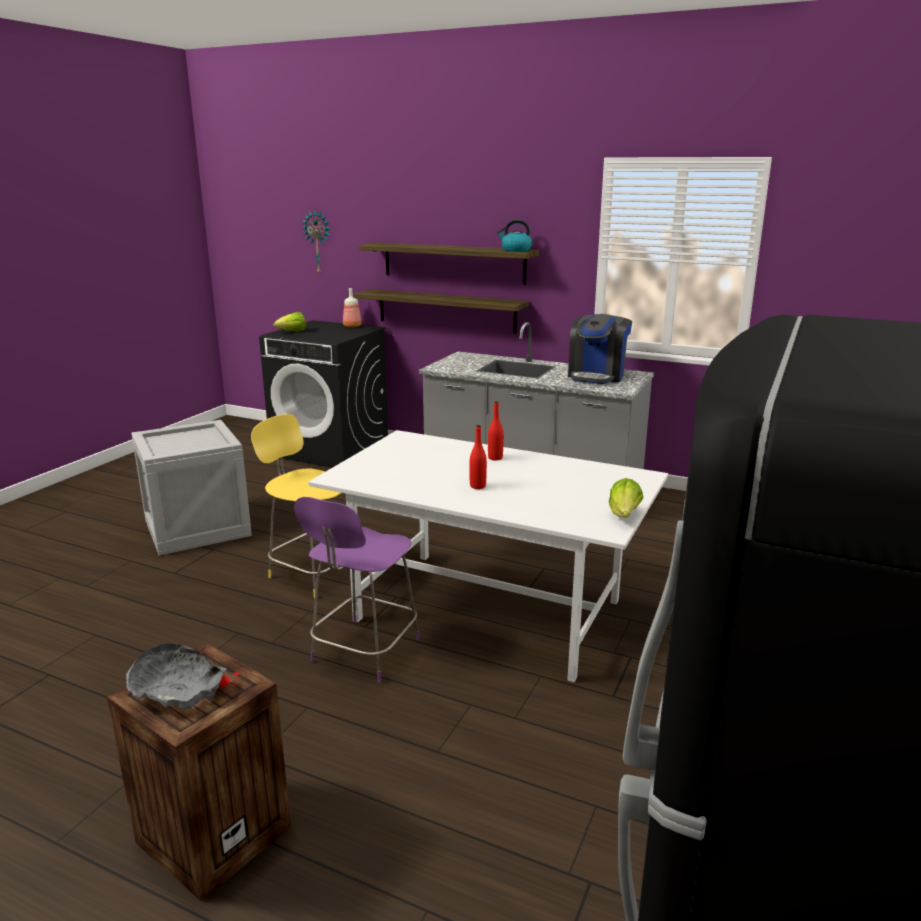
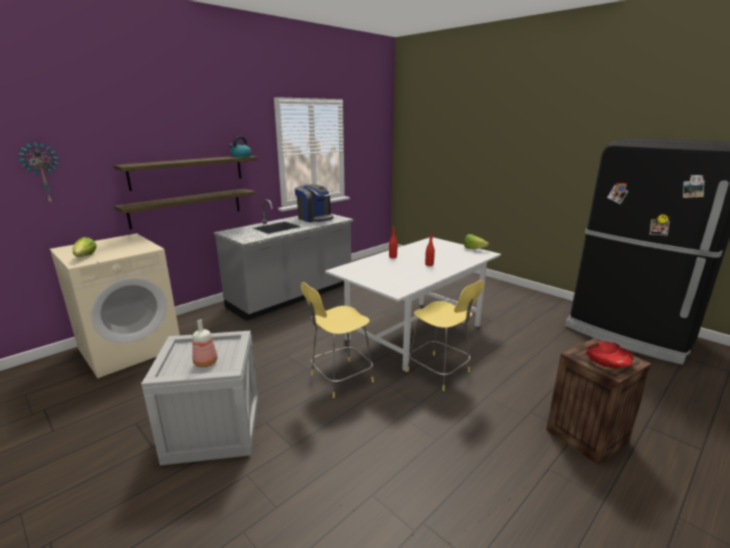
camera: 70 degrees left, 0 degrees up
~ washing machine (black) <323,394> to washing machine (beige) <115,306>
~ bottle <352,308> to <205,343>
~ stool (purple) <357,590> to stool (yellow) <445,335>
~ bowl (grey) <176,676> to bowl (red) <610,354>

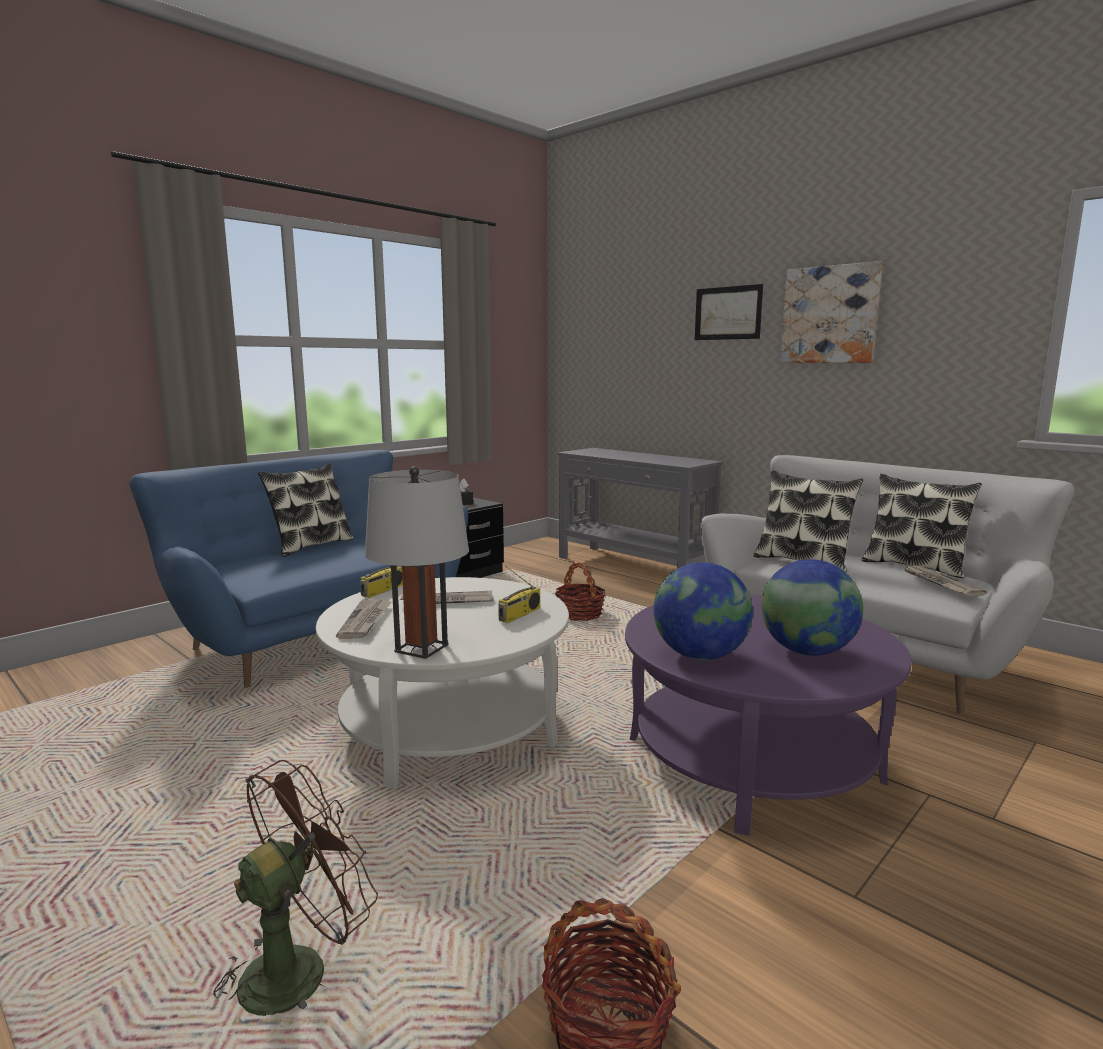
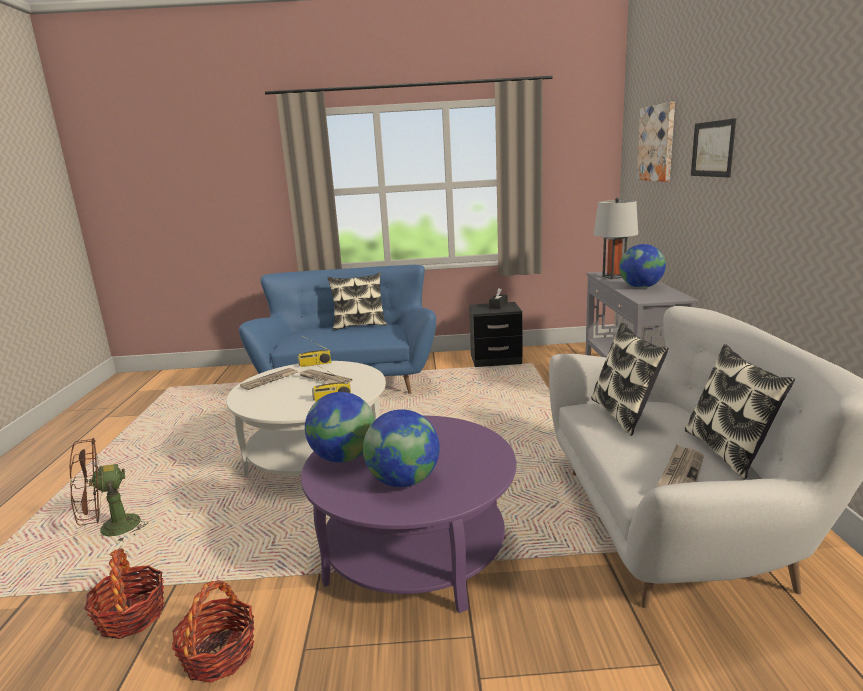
camera: 45 degrees right, 5 degrees up
~ fan (brown) <292,888> = <109,490> 150 degrees clockwise
~ basket <580,591> to <213,631>
~ table lamp (grey) <417,562> to <615,238>
+ globe <642,266>
~ picture <832,312> to <656,142>

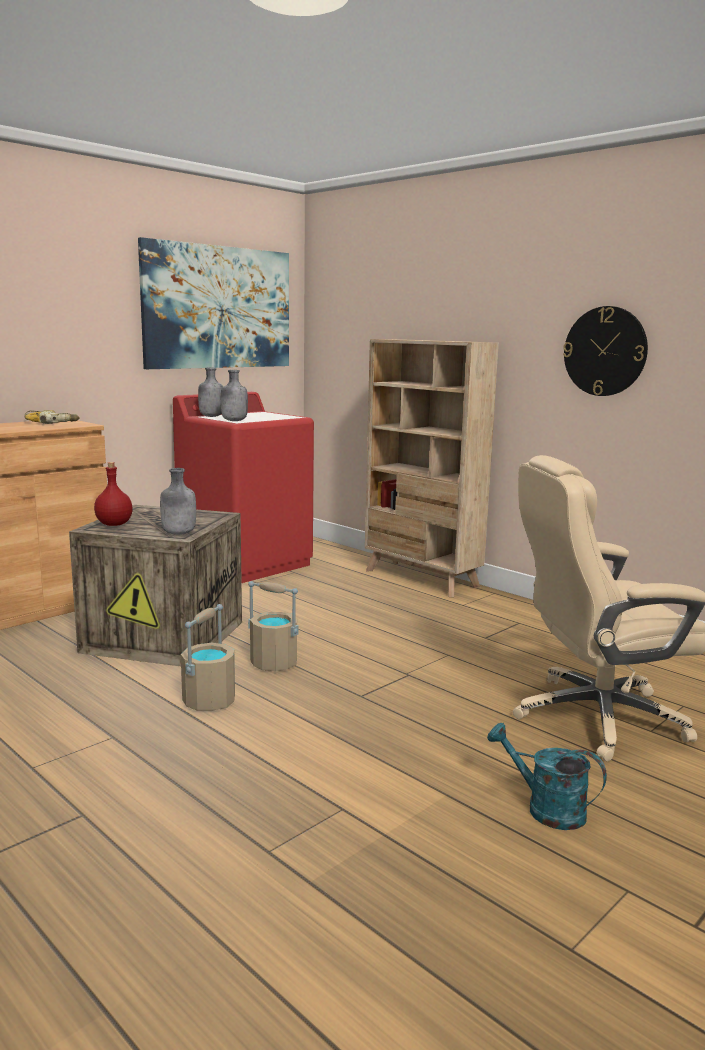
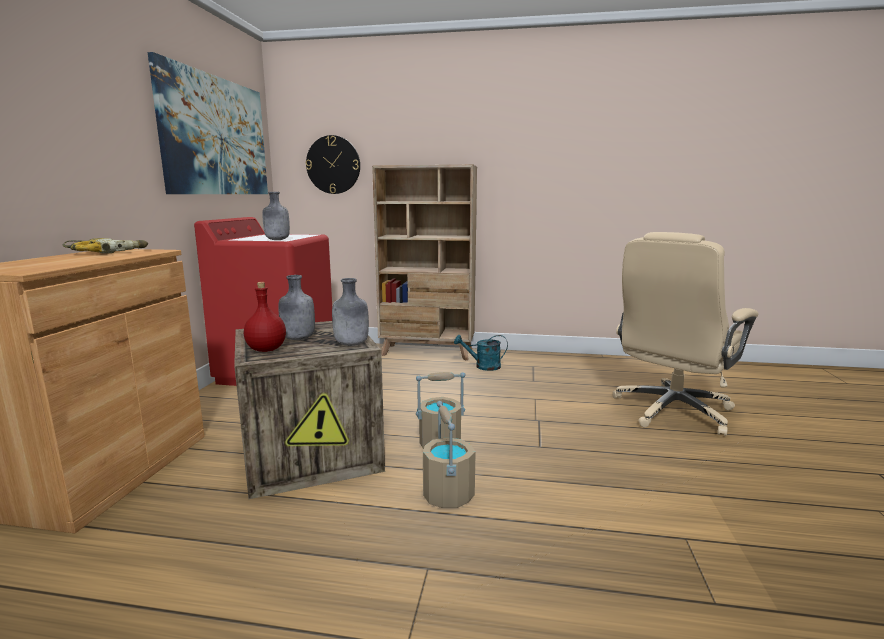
camera: 35 degrees left, 0 degrees up
~ bottle (grey) <210,392> to <296,307>
~ wall clock <605,351> to <333,164>
~ watering can (turquoise) <547,776> to <481,353>

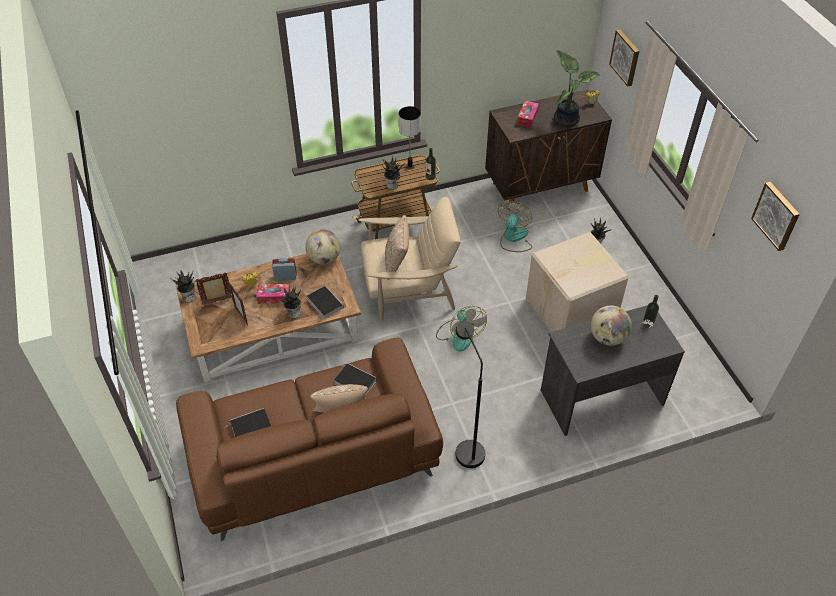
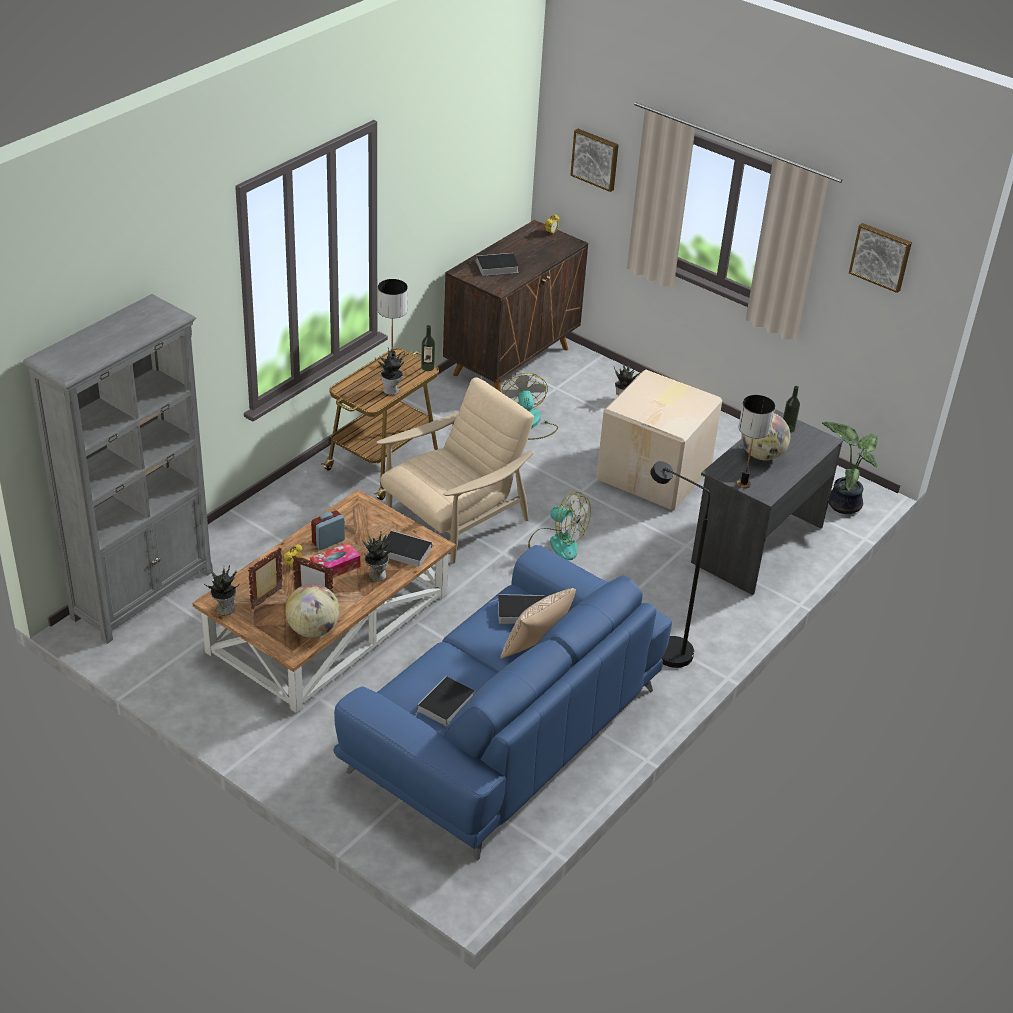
camera: 35 degrees left, 10 degrees down
+ bookcase (grey) <118,469>
~ globe <323,246> to <312,611>
~ sofa (brown) <309,439> to sofa (blue) <502,703>
~ tissue box <528,114> to book <497,264>
+ table lamp <756,442>
~ potted plant <576,88> to <849,468>
- pillow <397,248>

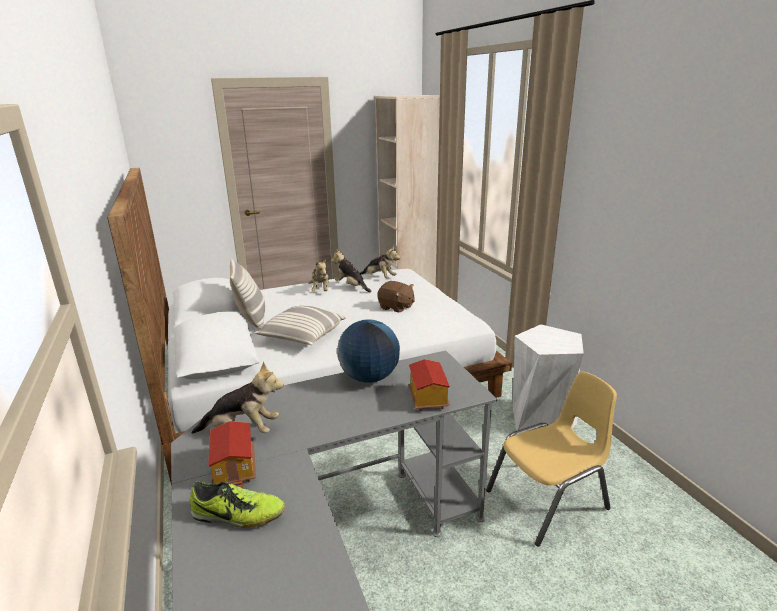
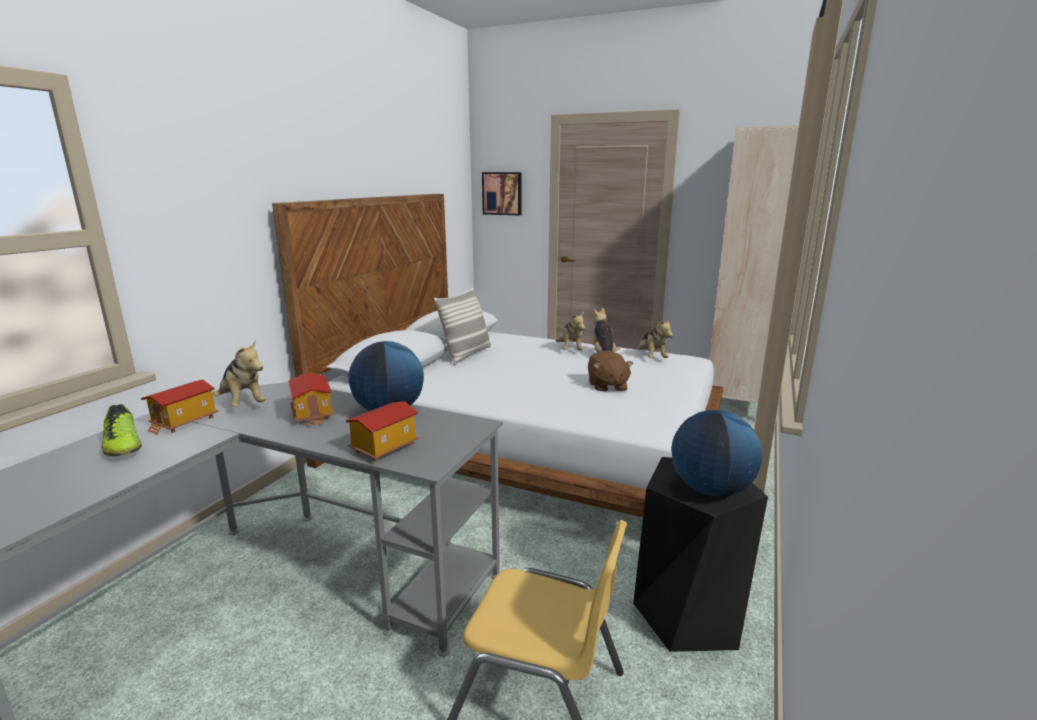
camera: 45 degrees right, 5 degrees down
+ toy house <311,399>
+ picture <502,193>
~ plush toy <318,275> = <570,330> 45 degrees counterclockwise
~ stool (white) <548,377> to stool (black) <700,554>
+ globe <717,453>
- pillow <300,325>

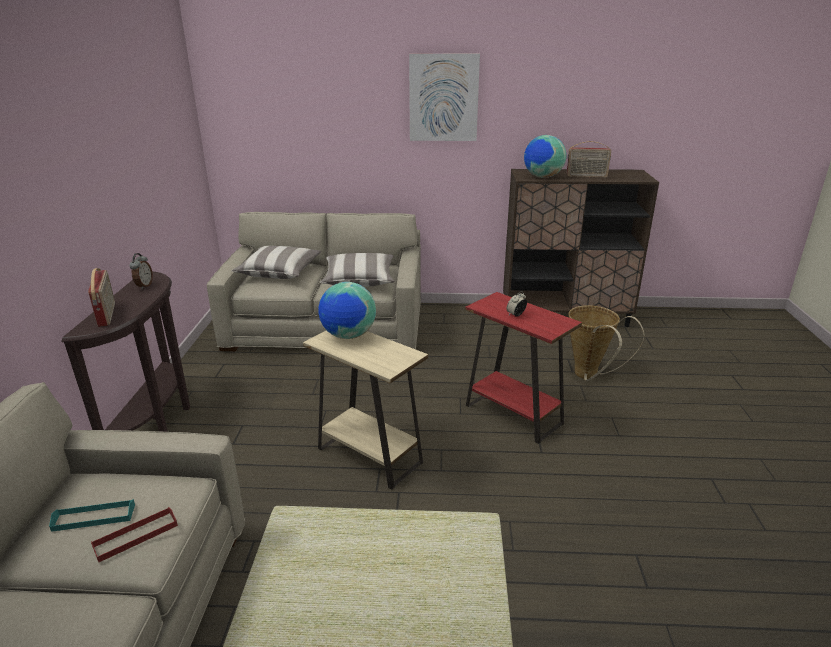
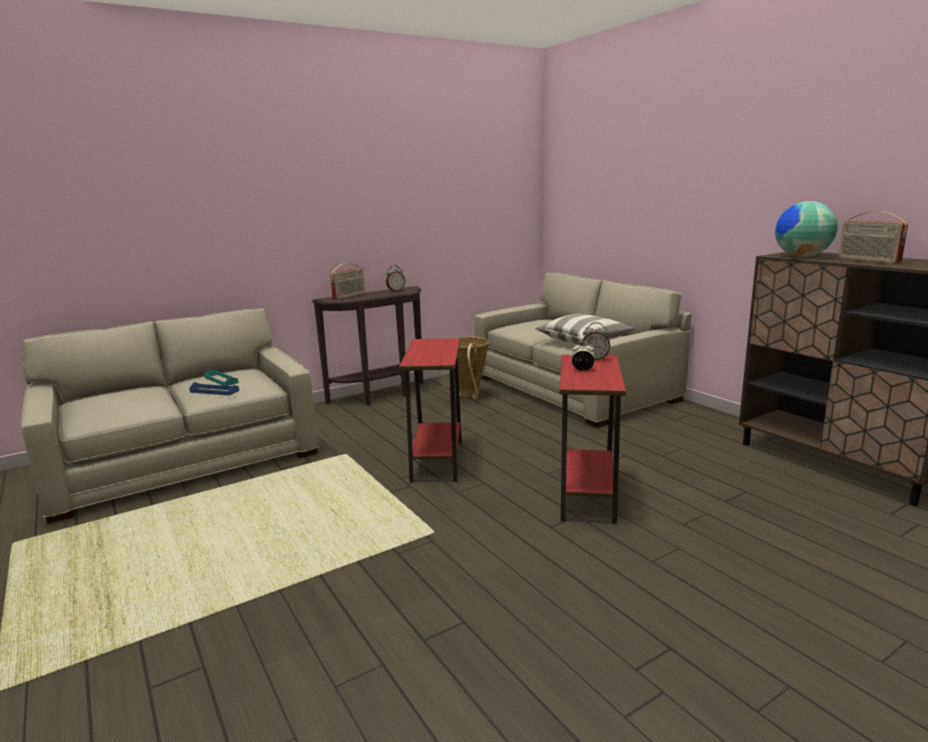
camera: 55 degrees right, 10 degrees down
~ tray (red) <134,534> to tray (blue) <214,389>
~ side table (beige) <365,410> to side table (red) <430,410>
~ basket <606,343> to <464,368>
+ alarm clock <595,341>
- pillow <276,262>
- globe <347,310>
- picture <444,97>

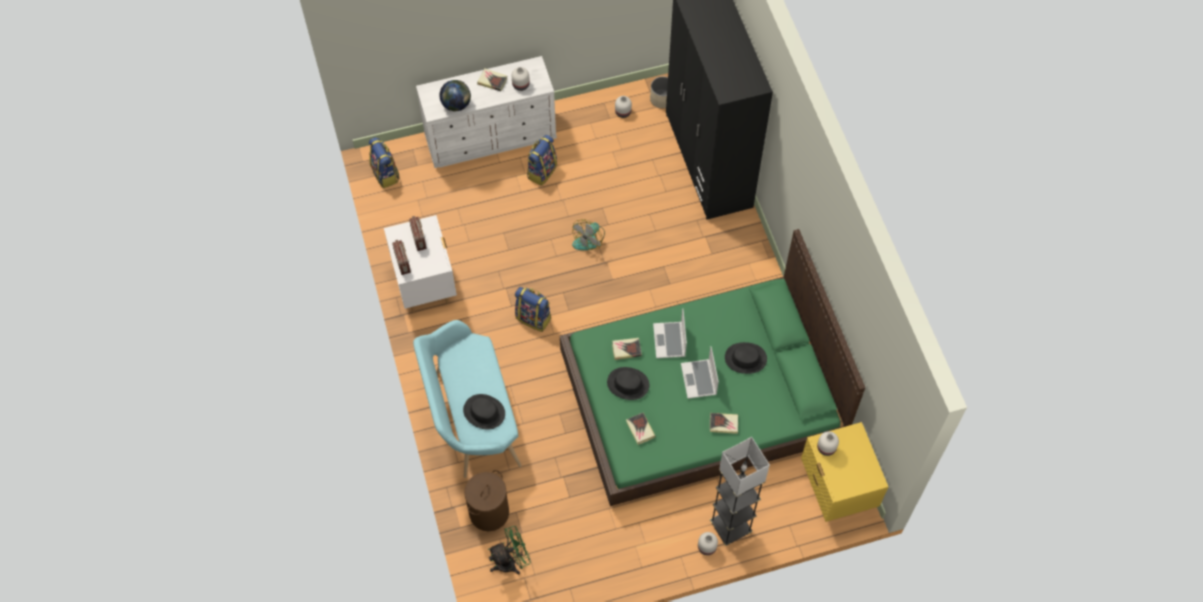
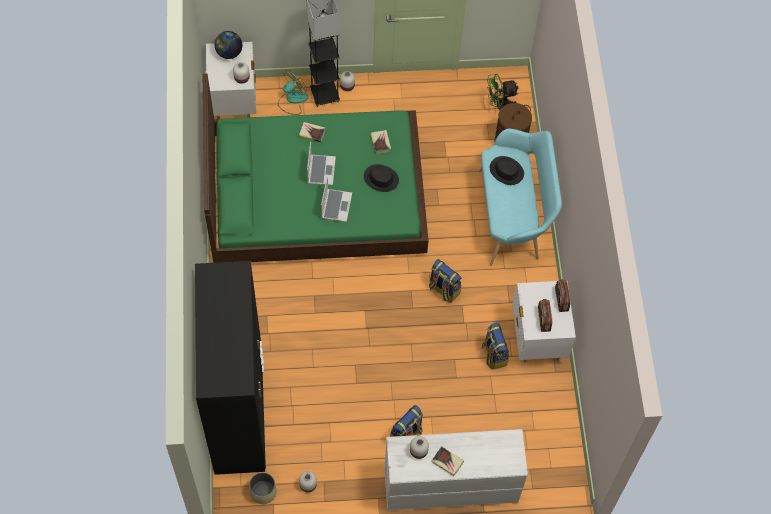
camera: 170 degrees left, 0 degrees up
~ nightstand (yellow) <844,472> to nightstand (white) <231,80>
~ globe <455,95> to <228,45>
~ fan <588,234> to <293,92>
~ backpack <384,162> to <495,346>
- book <627,349>
- hat (black) <746,358>

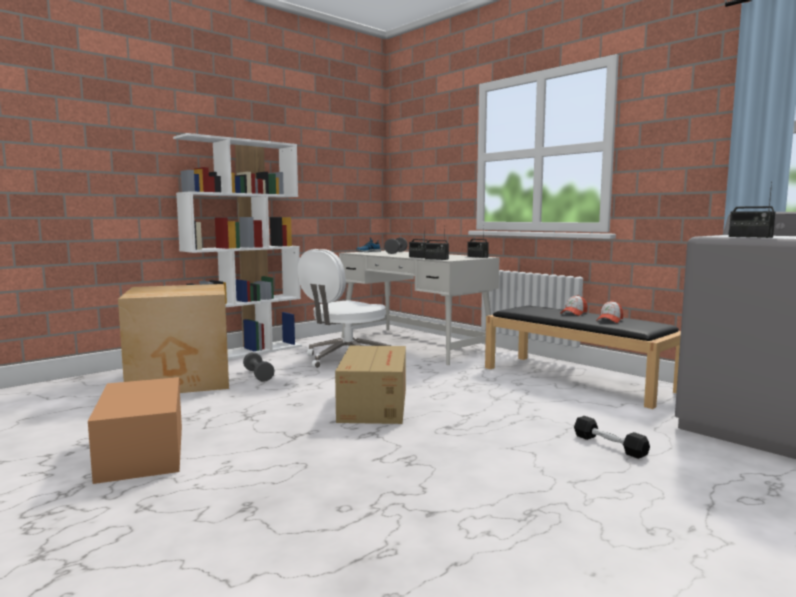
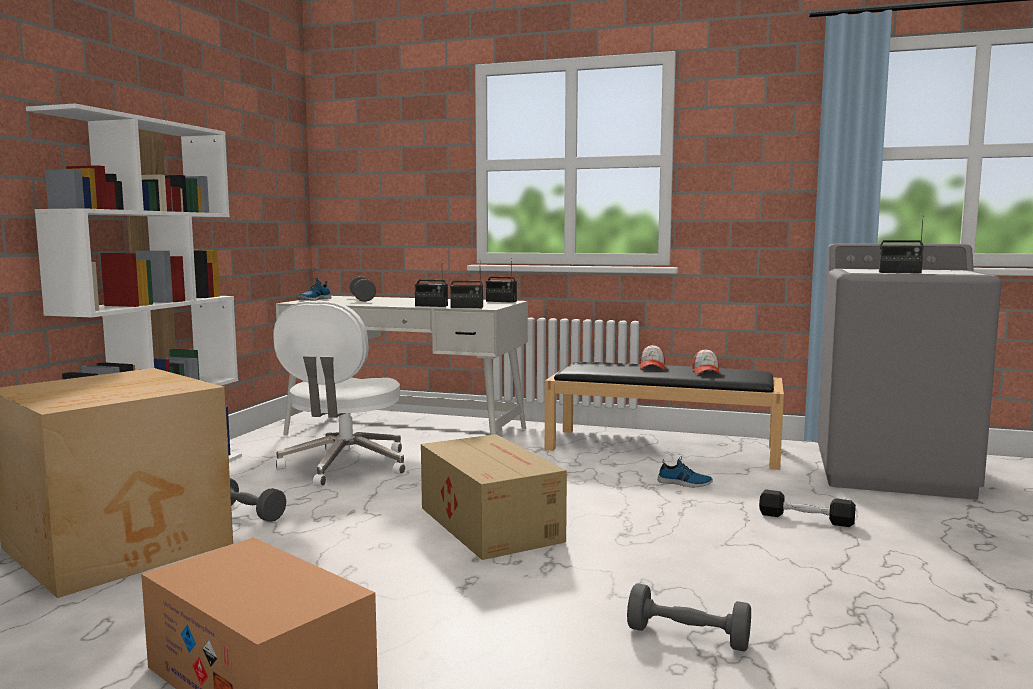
camera: 30 degrees left, 0 degrees up
+ dumbbell (grey) <689,617>
+ shoe <685,471>

